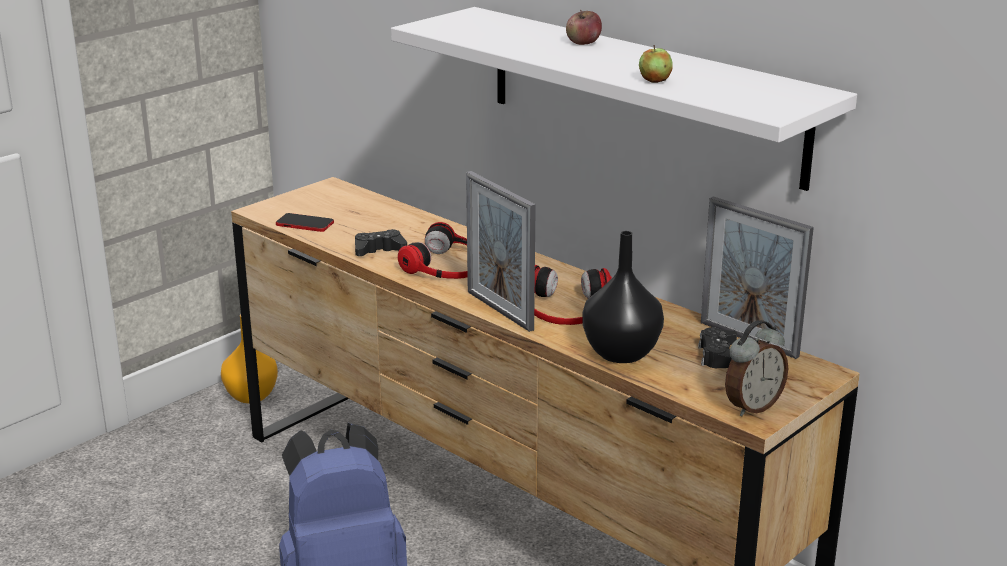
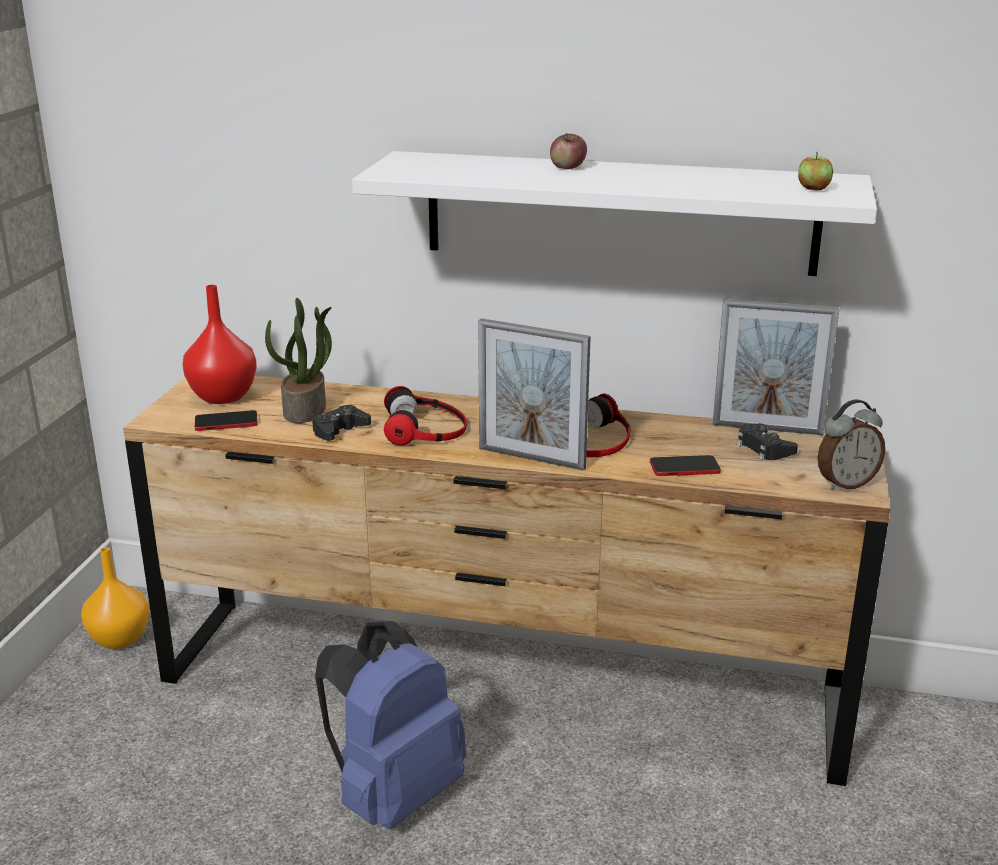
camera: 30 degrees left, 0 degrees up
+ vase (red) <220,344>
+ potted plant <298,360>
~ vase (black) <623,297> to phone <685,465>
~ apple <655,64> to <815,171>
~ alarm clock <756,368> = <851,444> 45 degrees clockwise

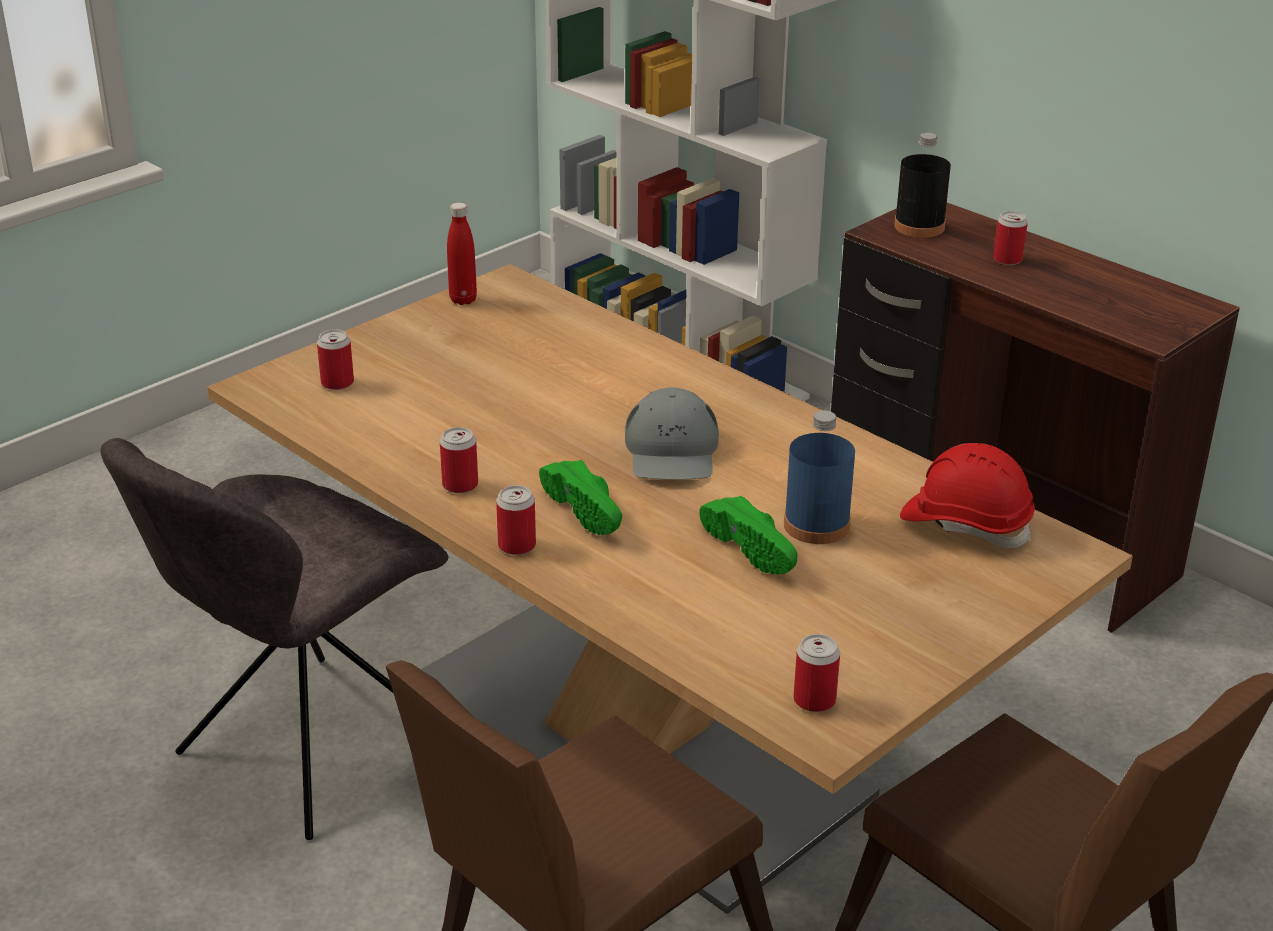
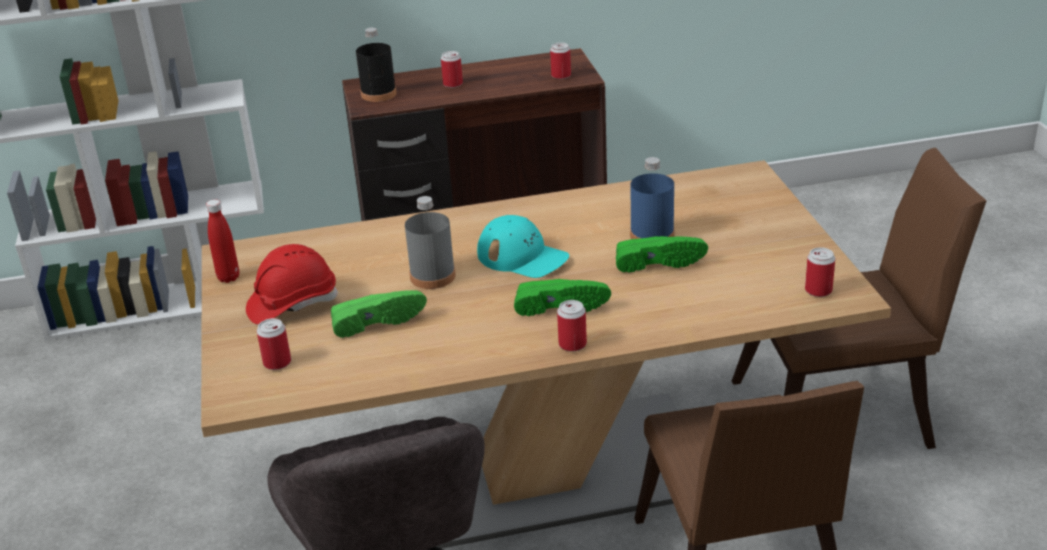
camera: 55 degrees left, 0 degrees up
~ hard hat (red) <967,495> to <292,284>
+ shoe (green) <379,314>
+ bottle (grey) <430,242>
~ cap (grey) <672,434> to cap (turquoise) <523,246>
~ can <459,460> to <560,60>

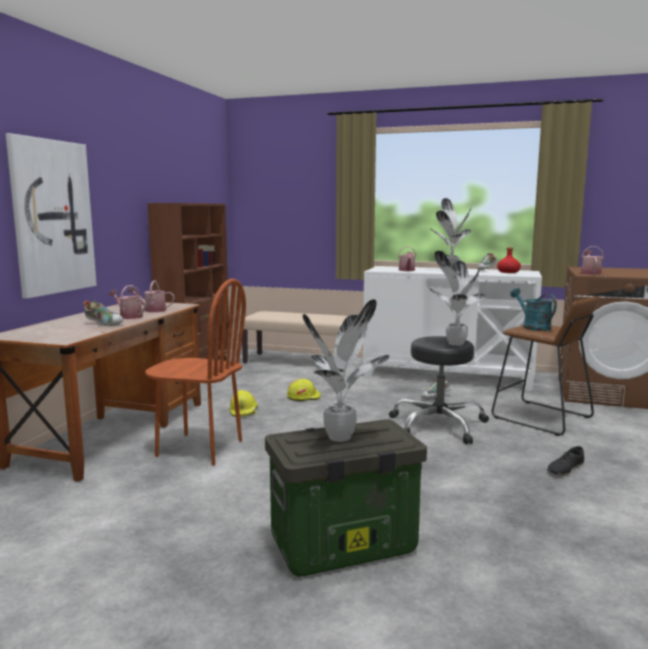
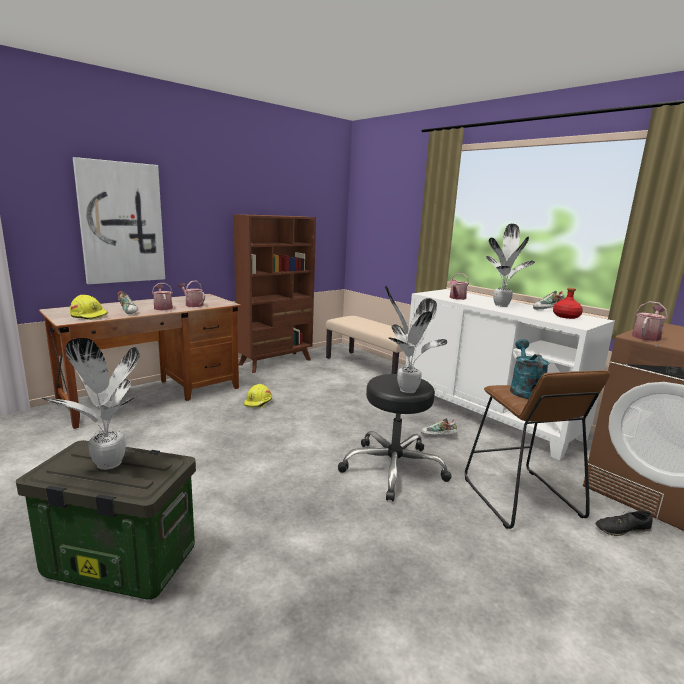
camera: 30 degrees right, 5 degrees up
~ hard hat (yellow) <304,390> to <89,307>
~ shoe (black) <565,461> to <623,523>
- chair (brown) <195,372>

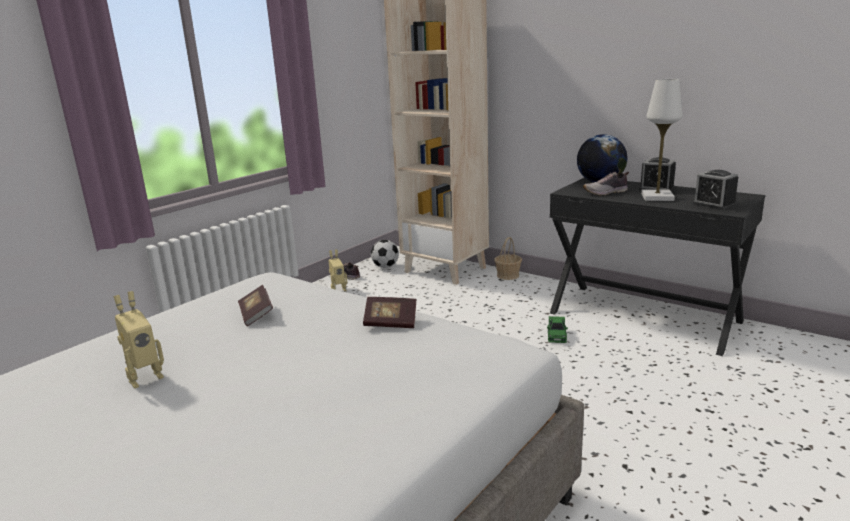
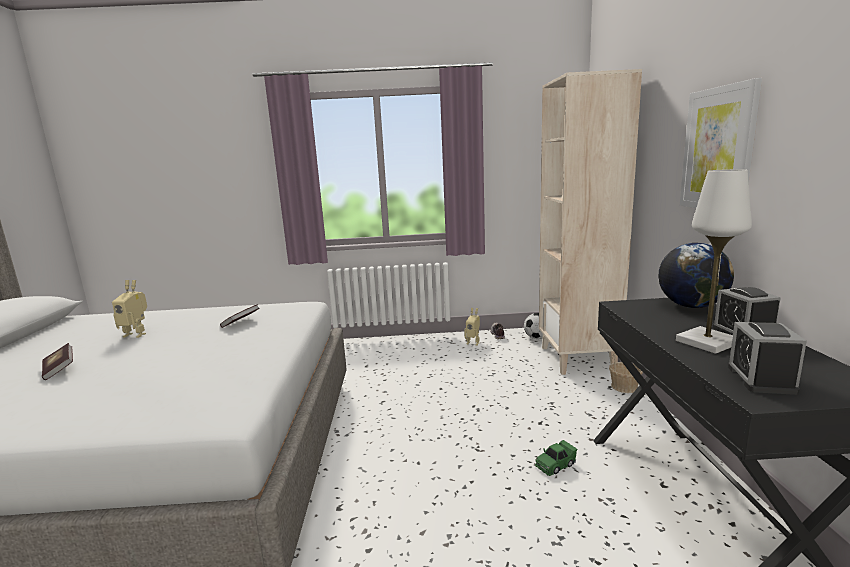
camera: 50 degrees right, 5 degrees down
~ book <389,312> to <57,361>
+ picture <721,143>
- shoe <606,184>

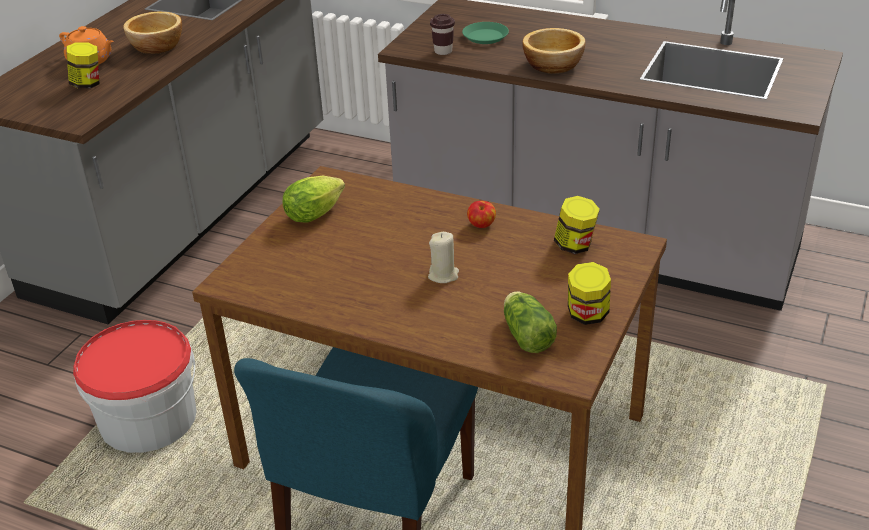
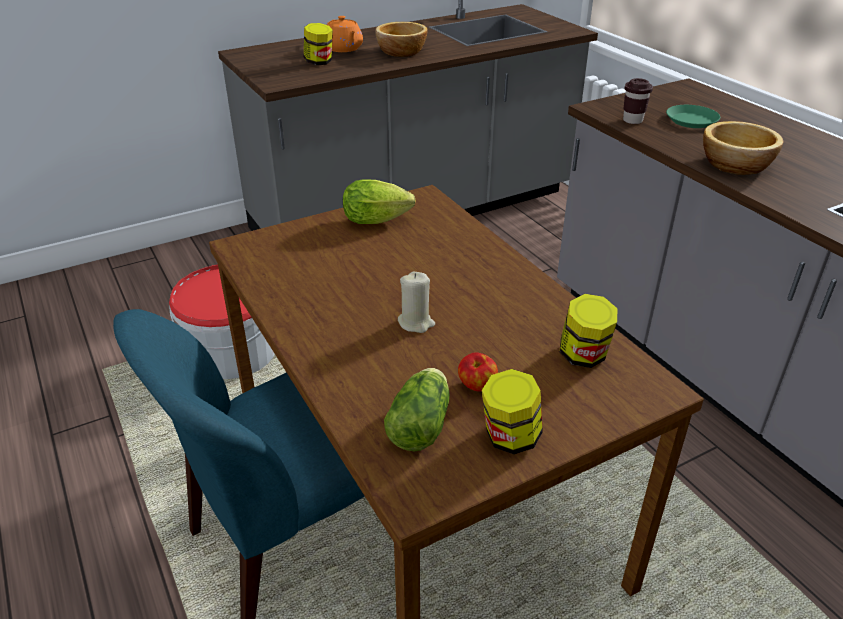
camera: 35 degrees right, 0 degrees up
~ apple <481,214> to <478,372>

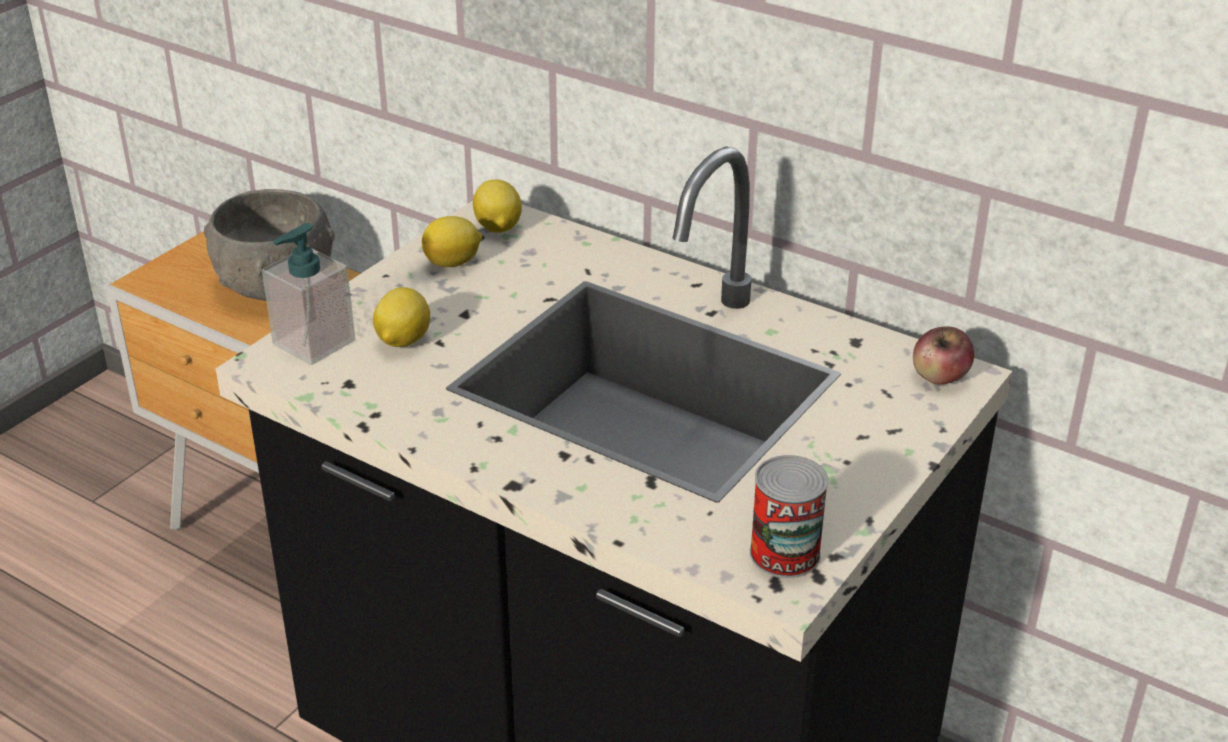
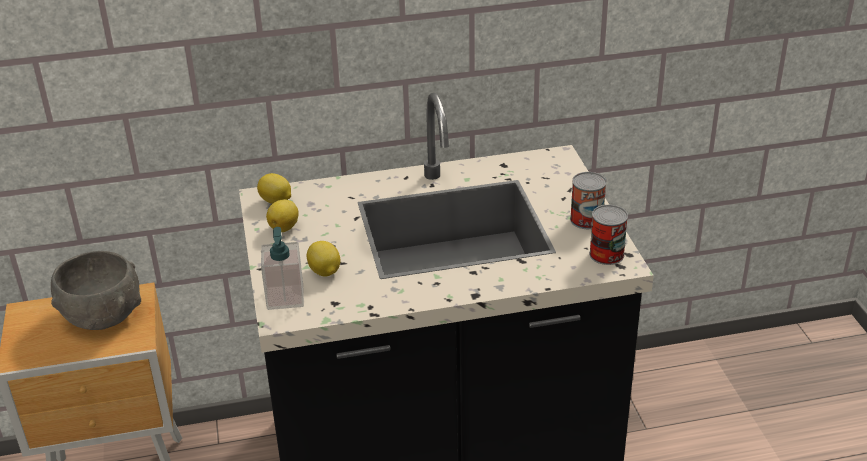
camera: 45 degrees left, 0 degrees up
+ can <588,200>
- apple <943,355>

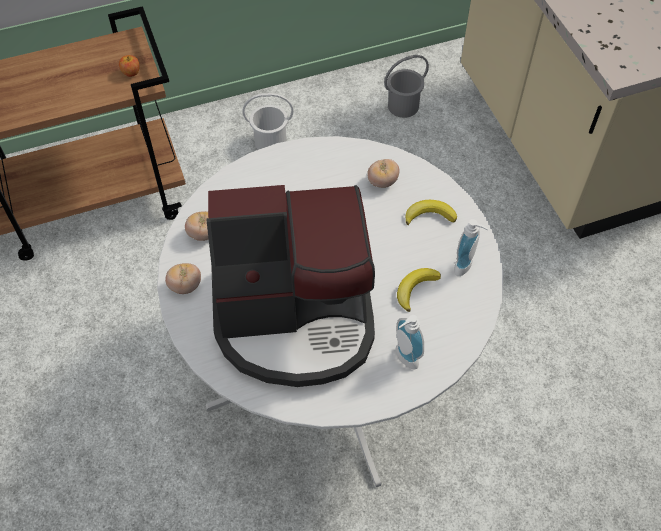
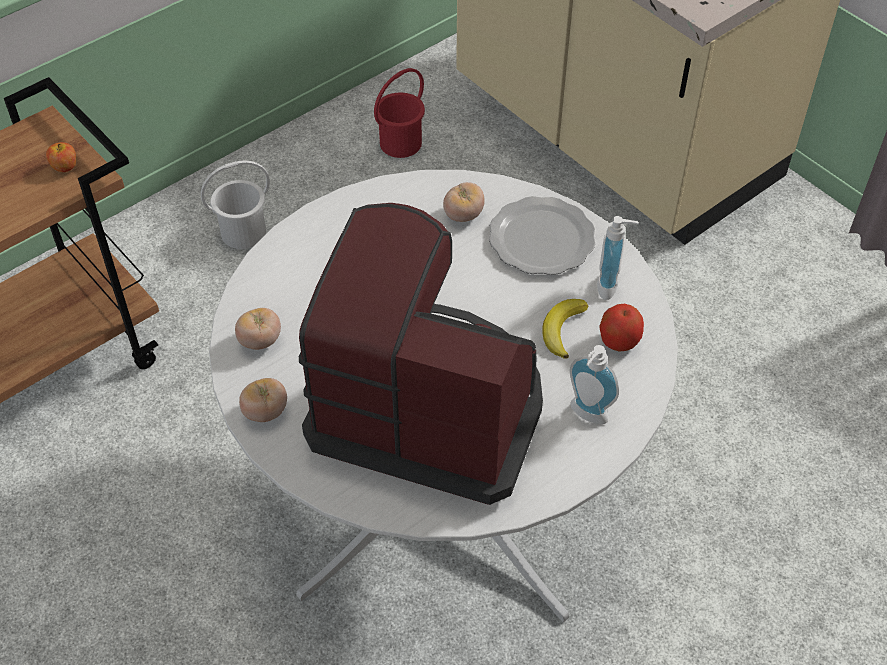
camera: 20 degrees left, 5 degrees down
~ coffee machine <291,286> = <421,354> 135 degrees counterclockwise
~ bucket (grey) <406,86> to bucket (red) <399,113>
~ banana <431,212> to plate <542,235>
+ apple <621,328>

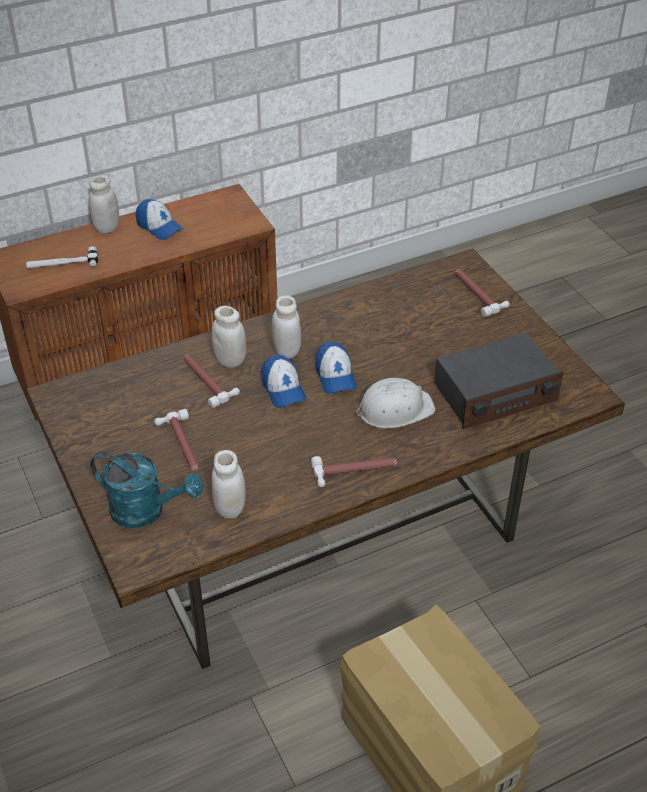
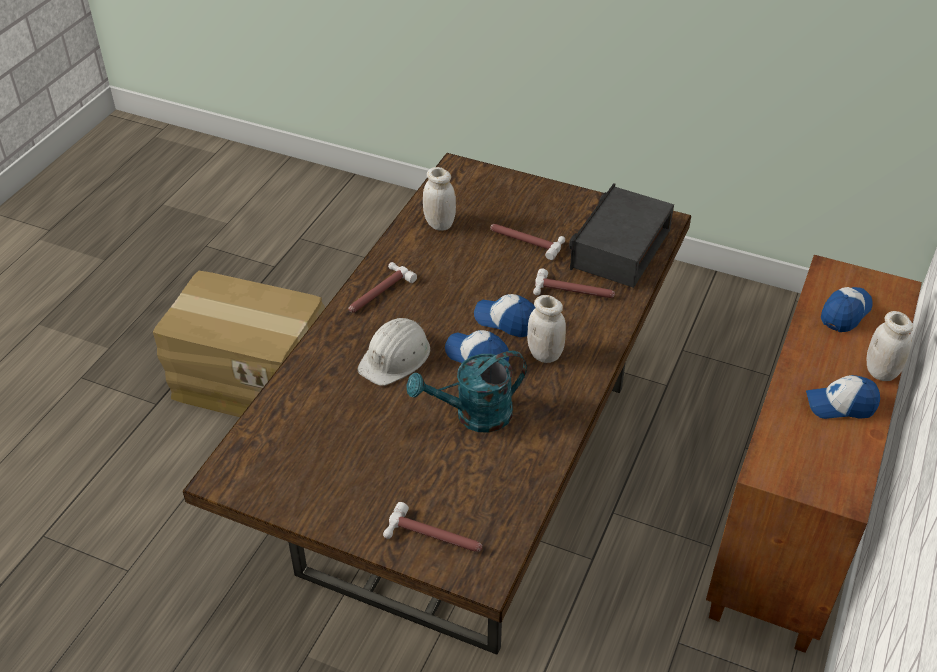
camera: 140 degrees right, 0 degrees up
~ watering can (turquoise) <146,489> to <466,392>
~ radio <499,380> to <621,235>
~ hammer <62,257> to cap <847,309>
- jar (white) <229,337>

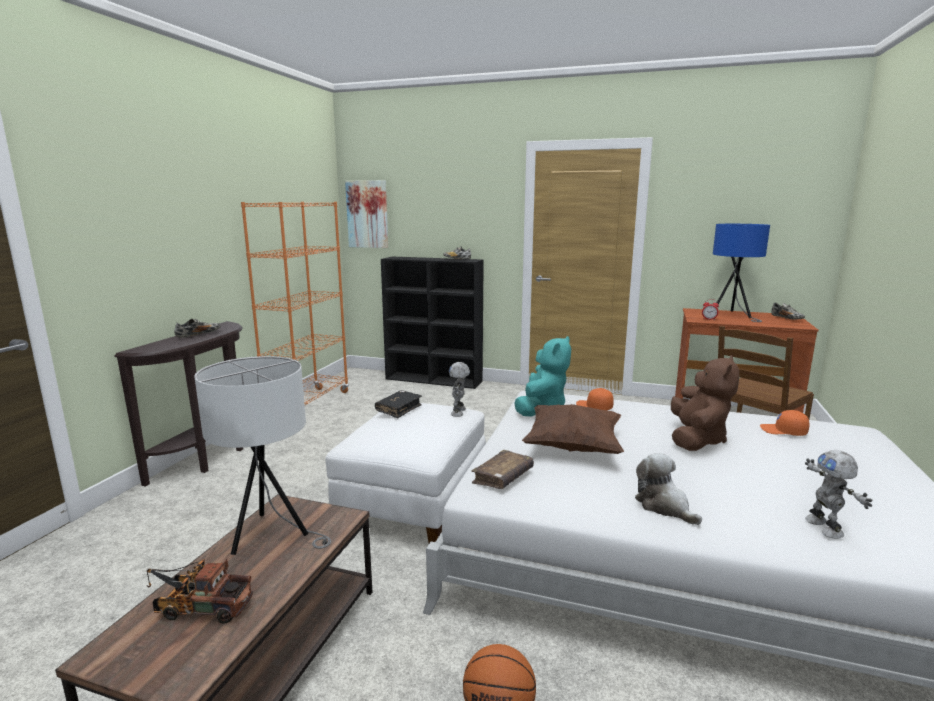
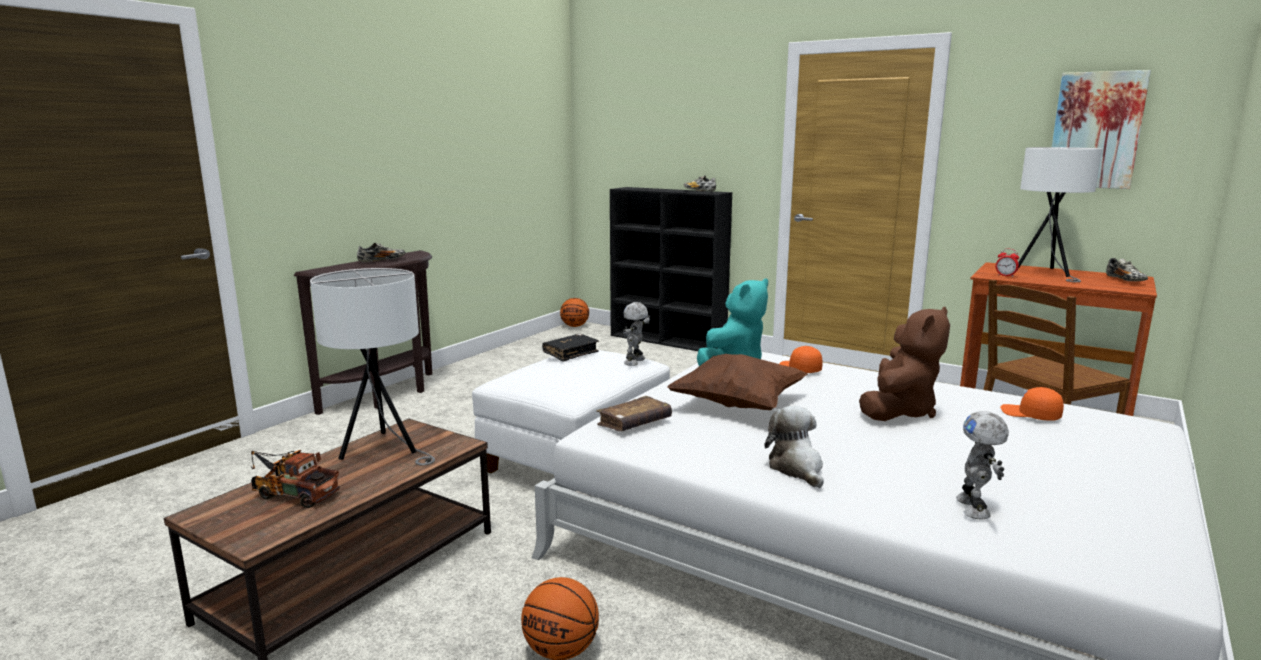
camera: 15 degrees right, 0 degrees up
+ basketball <574,312>
~ table lamp (blue) <741,273> to table lamp (white) <1060,214>
~ picture <366,214> to <1101,129>
- bookcase (orange) <295,303>

